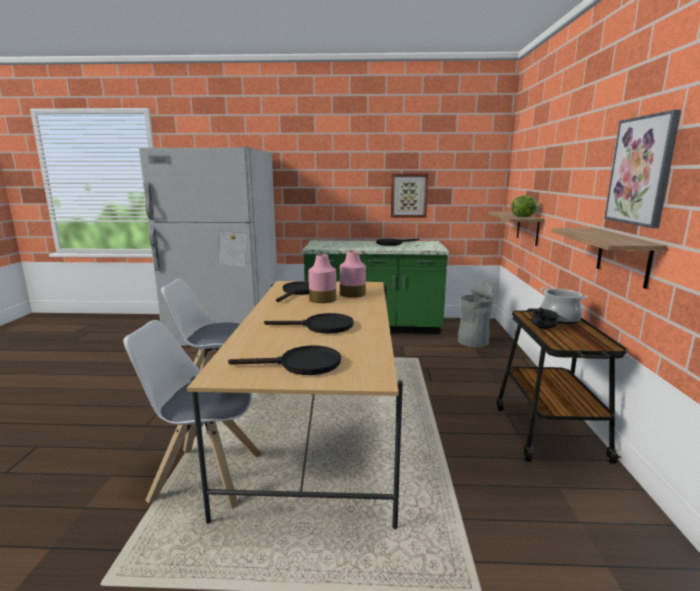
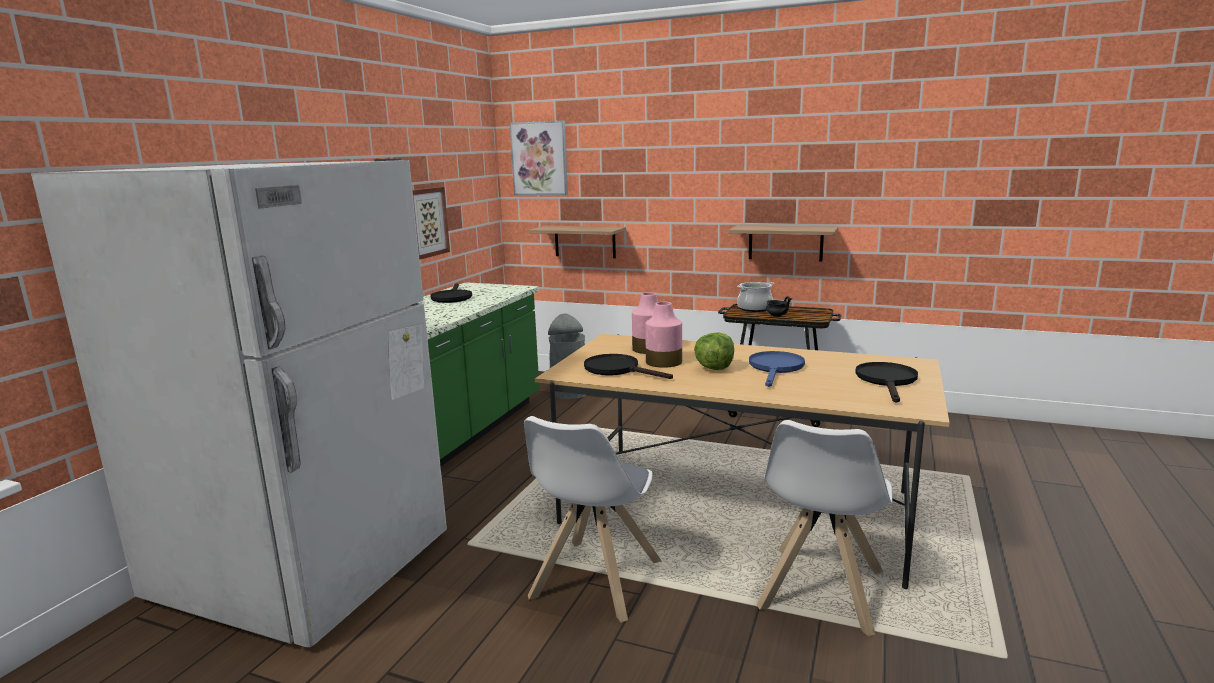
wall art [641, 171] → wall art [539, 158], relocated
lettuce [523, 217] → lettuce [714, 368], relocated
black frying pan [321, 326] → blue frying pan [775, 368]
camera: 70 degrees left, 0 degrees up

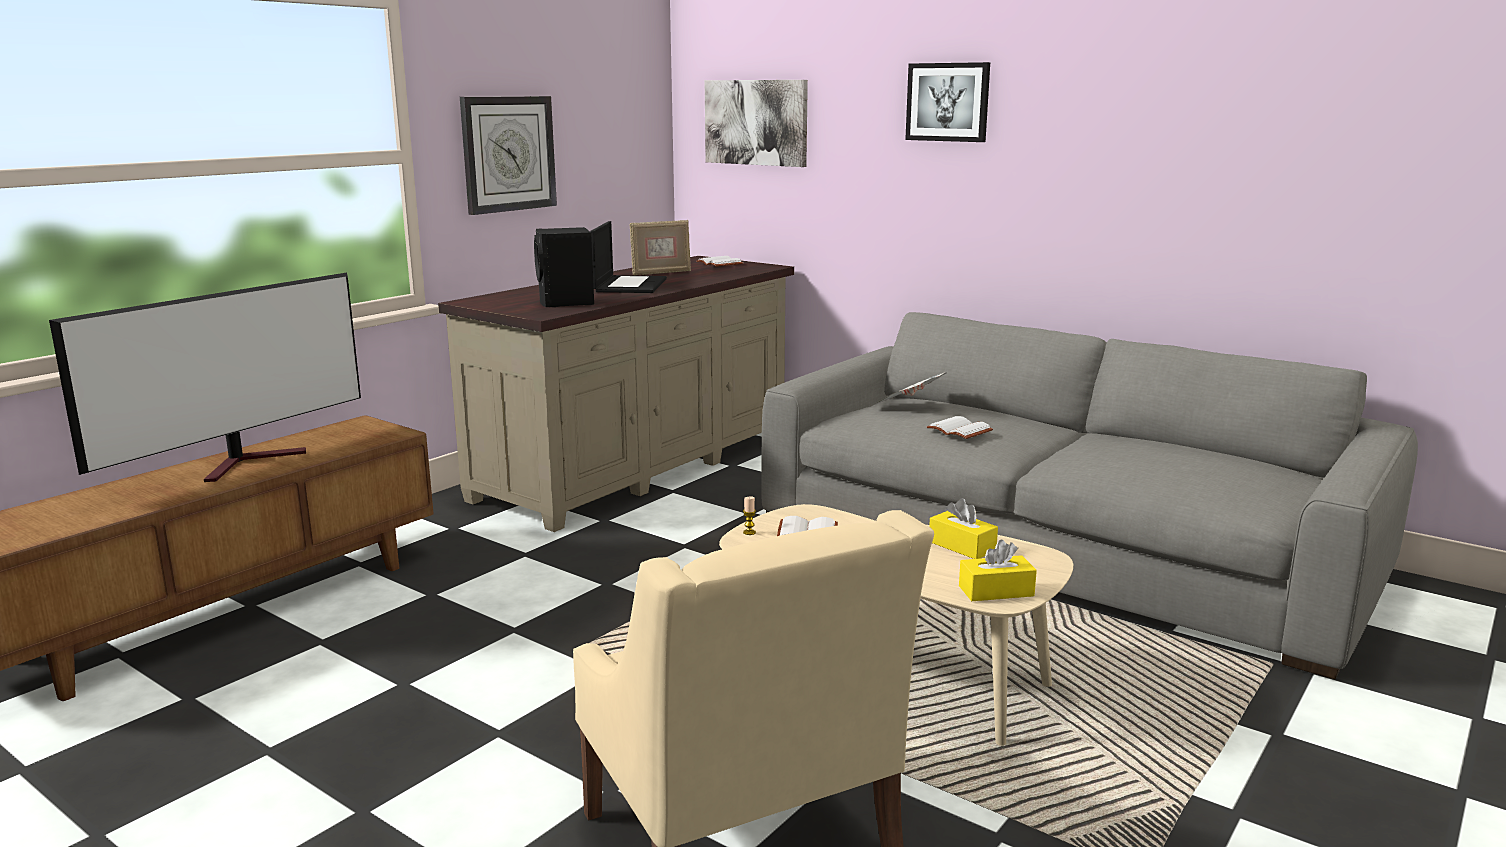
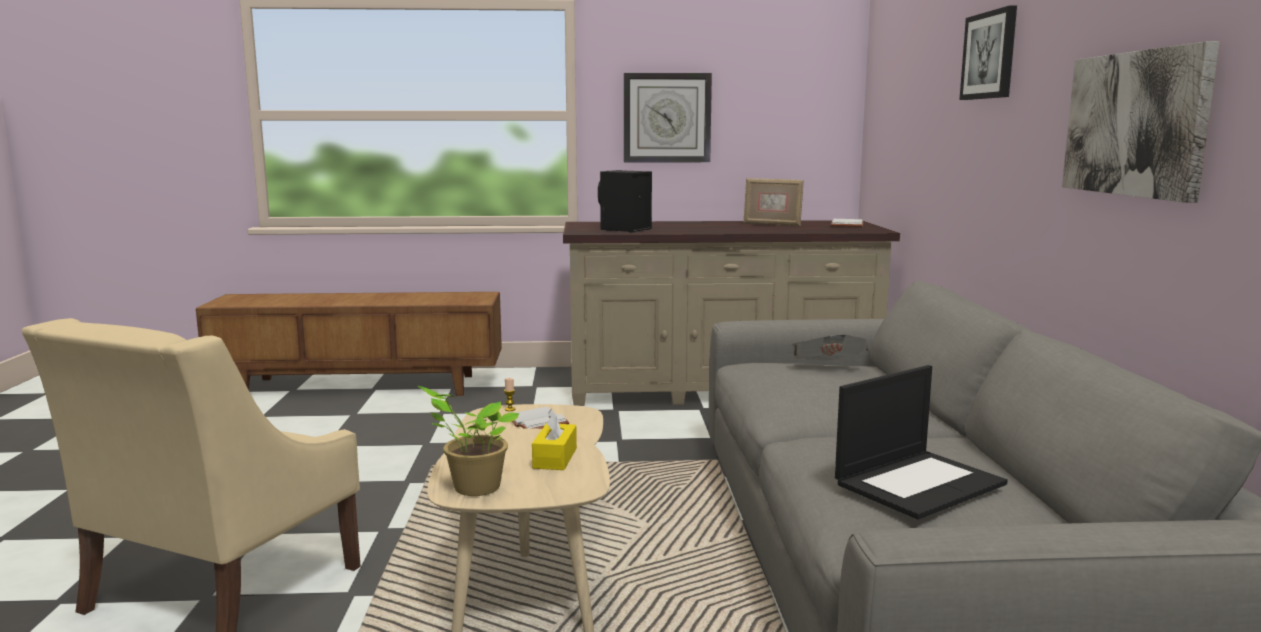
wall art [756, 122] → wall art [1136, 123], relocated
laptop [629, 285] → laptop [919, 483], relocated
TV set [249, 462] → -
white bound book [957, 430] → -
yellow-coloured box of tissues [996, 591] → houseplant [473, 488]
camera: 50 degrees right, 5 degrees down

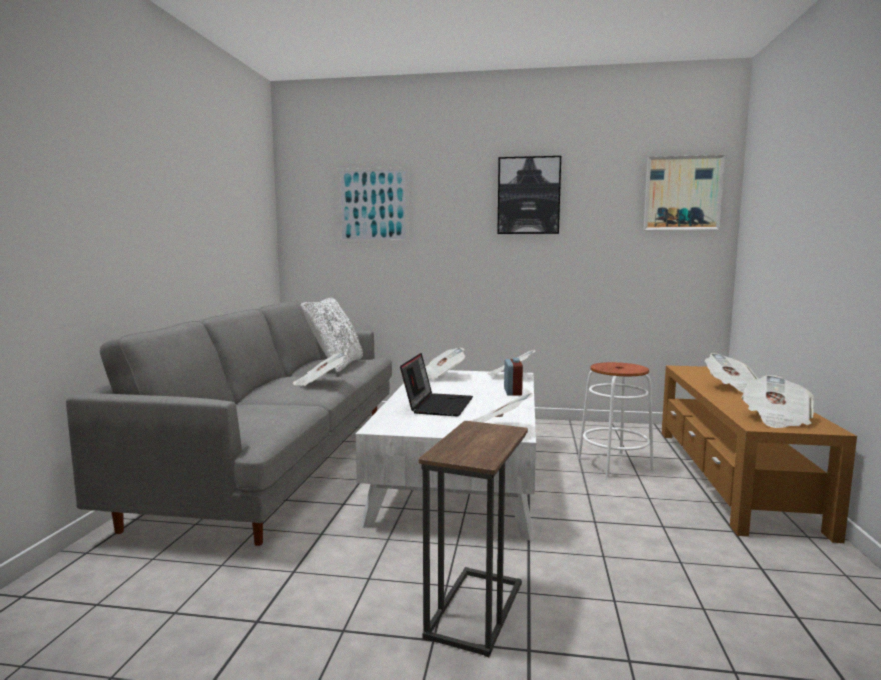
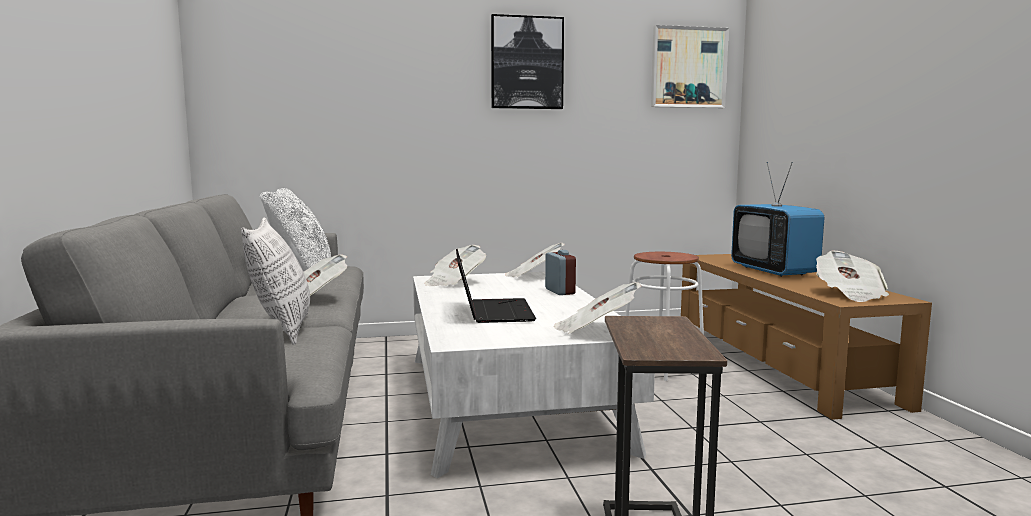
wall art [373, 205] → -
daily paper [732, 388] → TV set [773, 271]
- → throw pillow [283, 330]
camera: 20 degrees left, 0 degrees up

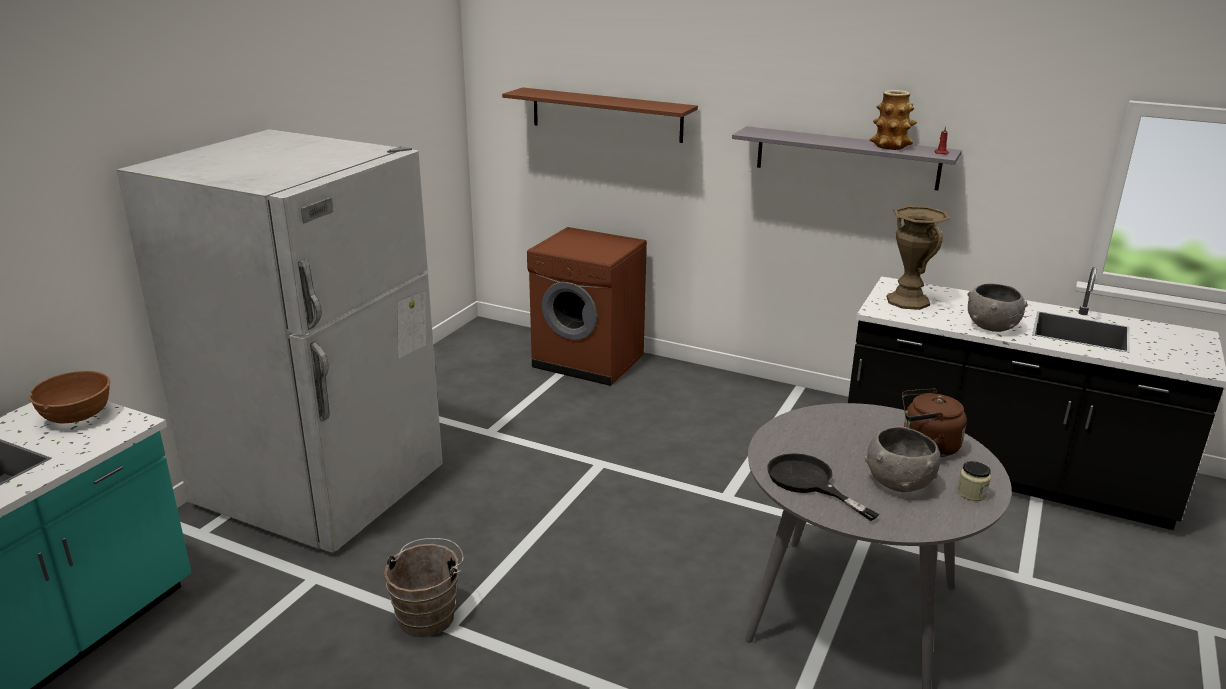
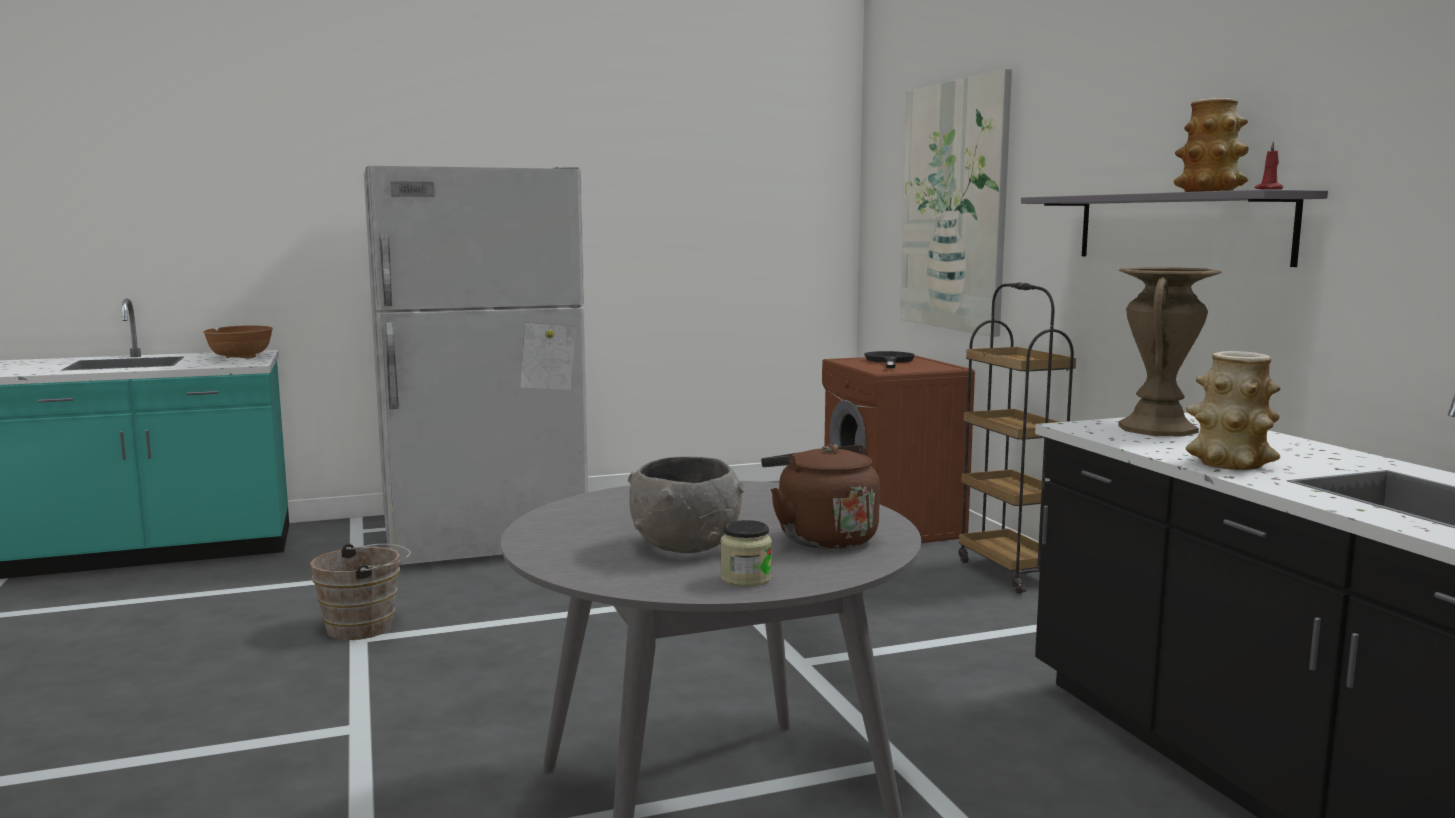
brown shelf [606, 114] → wall art [953, 206]
grey deep dish [991, 327] → decorative vase [1229, 463]
black frying pan [808, 482] → black frying pan [889, 361], relocated
- → brown trolley [1010, 574]
camera: 45 degrees right, 15 degrees down

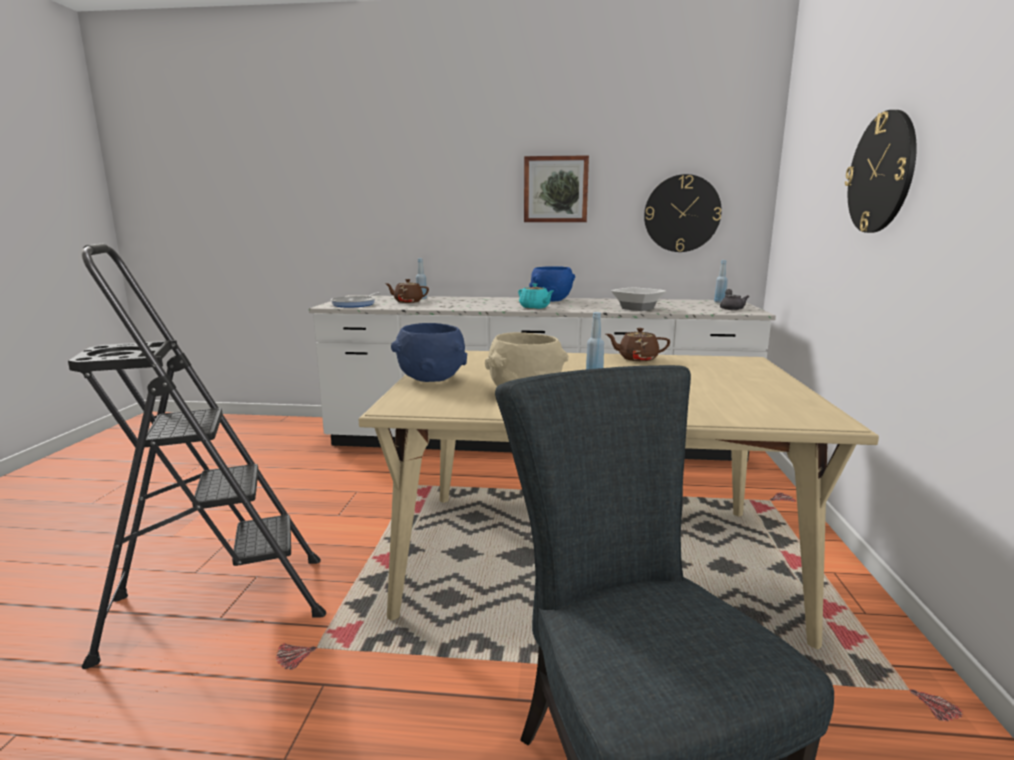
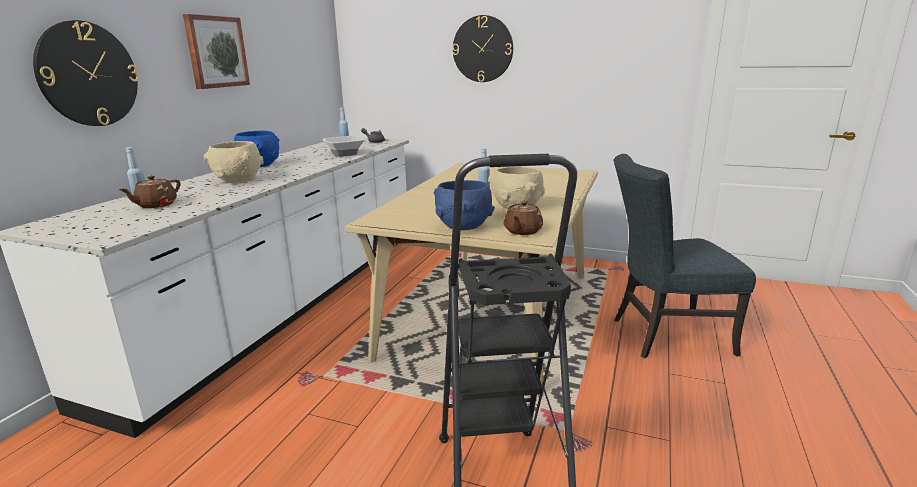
clock on the wall [682, 213] → clock on the wall [88, 74], relocated
turquoise-coloured tea pot [535, 307] → -
frying pan [355, 304] → -
brown tea pot [637, 358] → brown tea pot [522, 231], relocated
- → sand-coloured deep dish [238, 180]
camera: 75 degrees left, 5 degrees up

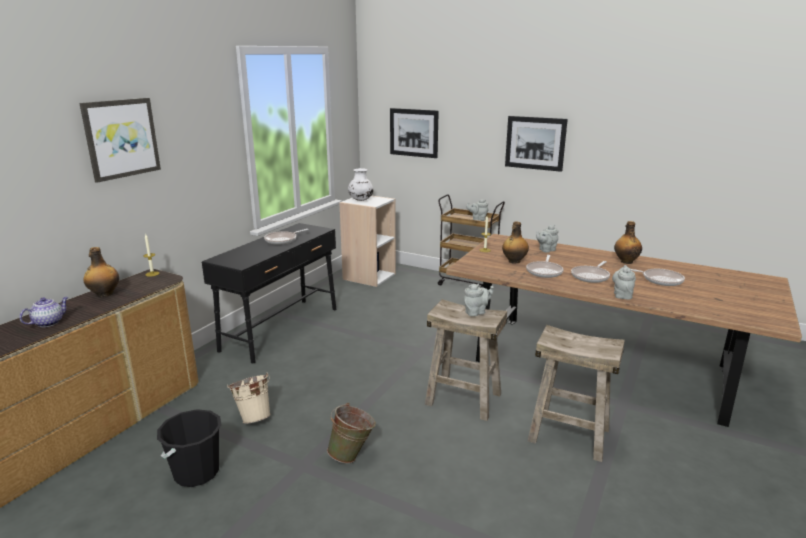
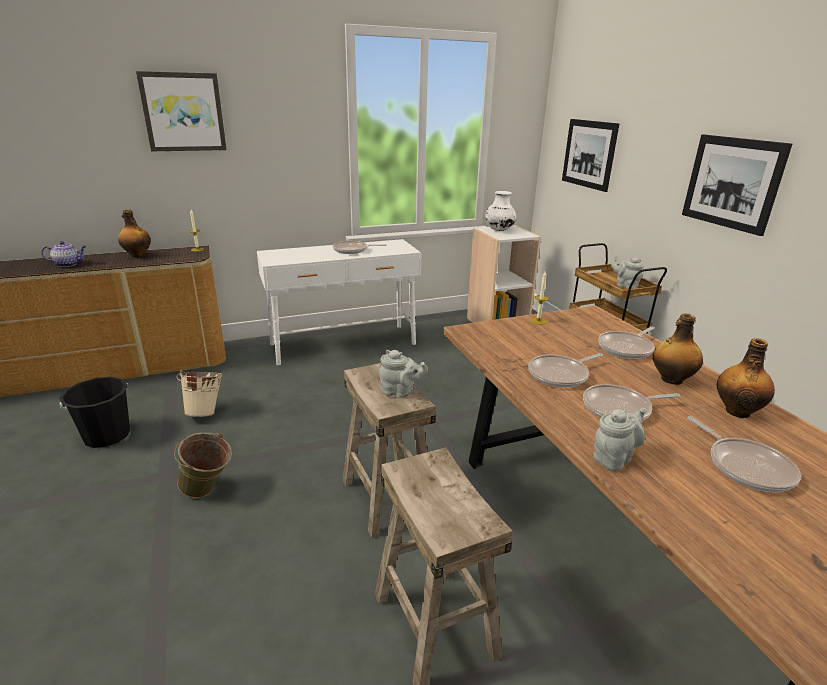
bottle [514, 261] → bottle [670, 379], relocated
black narrow table [282, 329] → white narrow table [344, 345]
grey tea pot [546, 250] → frying pan [626, 348]
camera: 40 degrees right, 5 degrees up

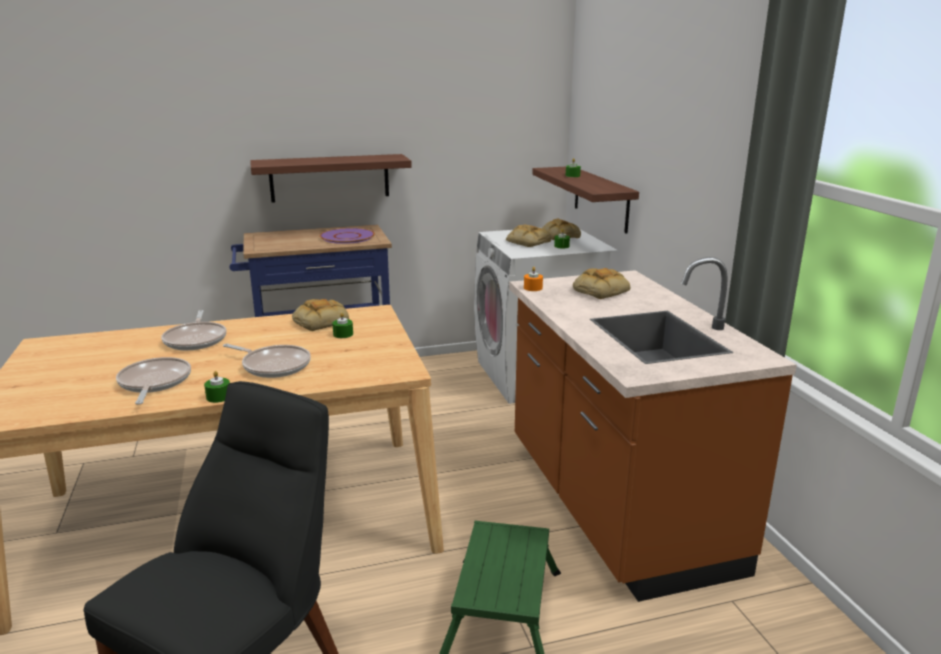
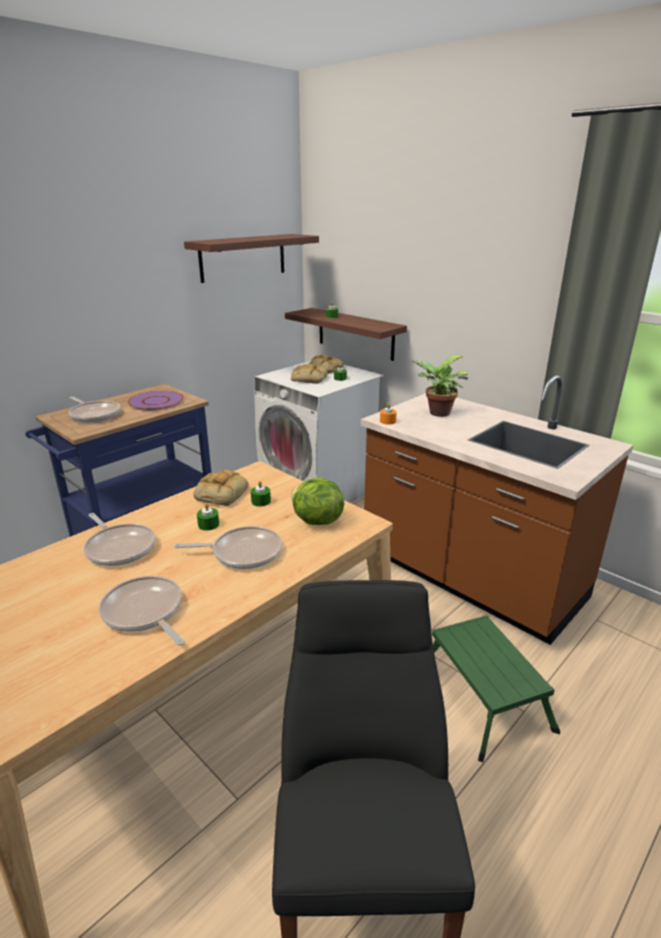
shelf [329, 178] → shelf [243, 257], relocated
bread [600, 290] → houseplant [437, 413]
green-coloured candle [219, 397] → green-coloured candle [208, 524], relocated
- → frying pan [94, 414]
- → lettuce [316, 521]
camera: 30 degrees left, 5 degrees up

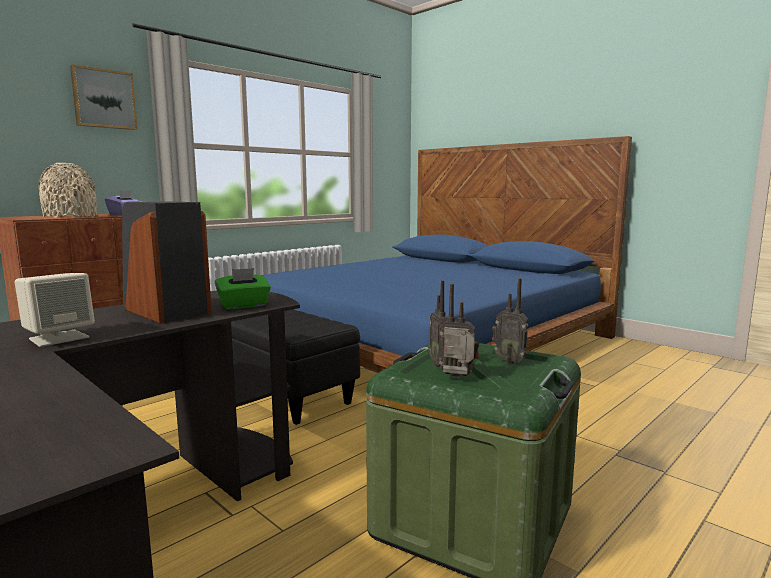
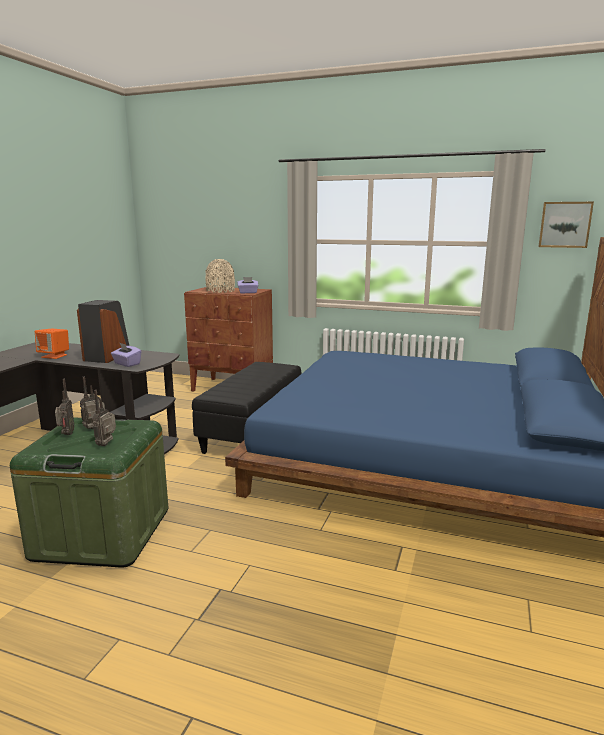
wall art [104, 99] → wall art [564, 224], relocated
green-coloured box of tissues [244, 305] → purple box of tissues [127, 364]
sand-coloured speaker [59, 338] → orange-coloured speaker [54, 356]
camera: 65 degrees right, 5 degrees up

